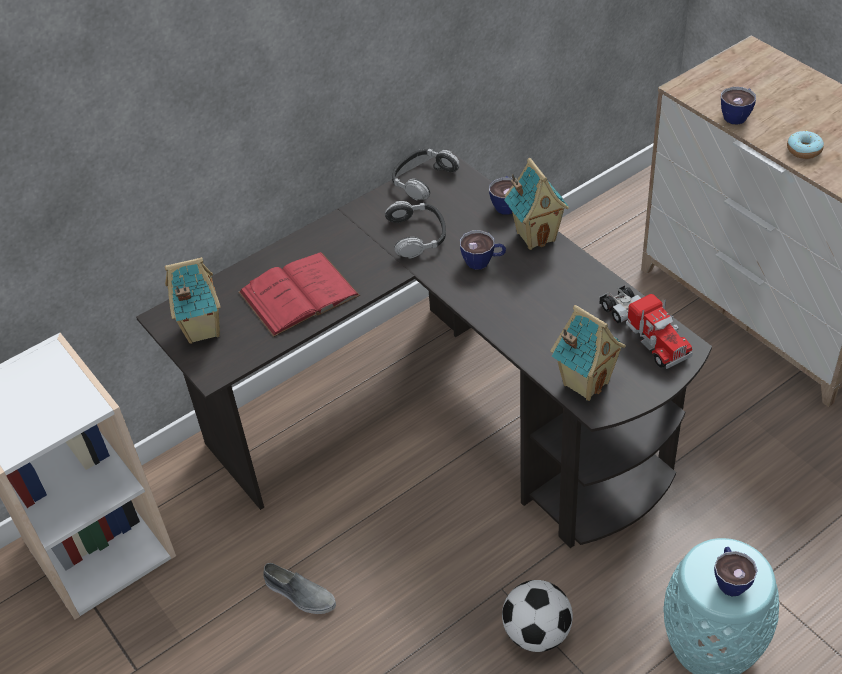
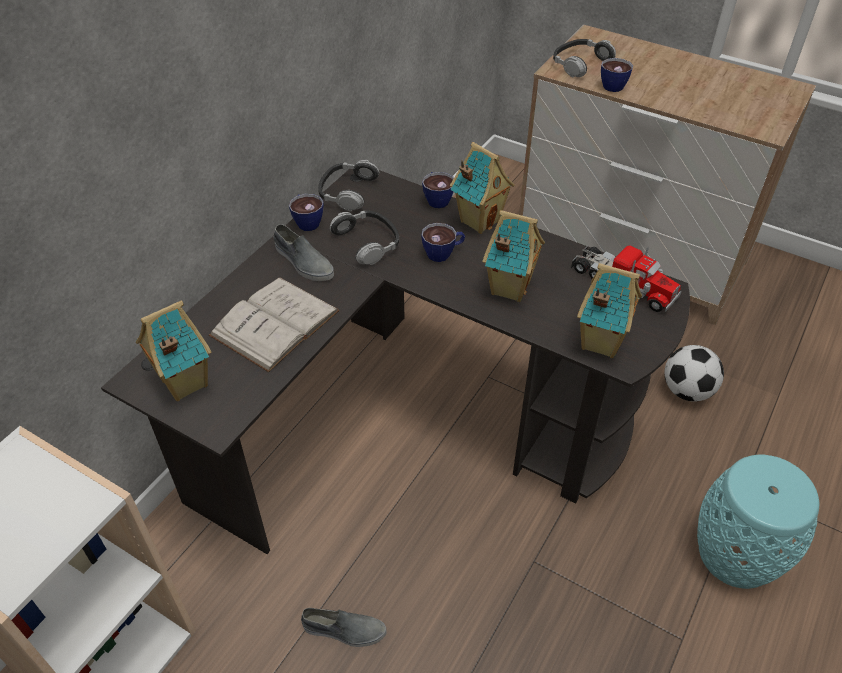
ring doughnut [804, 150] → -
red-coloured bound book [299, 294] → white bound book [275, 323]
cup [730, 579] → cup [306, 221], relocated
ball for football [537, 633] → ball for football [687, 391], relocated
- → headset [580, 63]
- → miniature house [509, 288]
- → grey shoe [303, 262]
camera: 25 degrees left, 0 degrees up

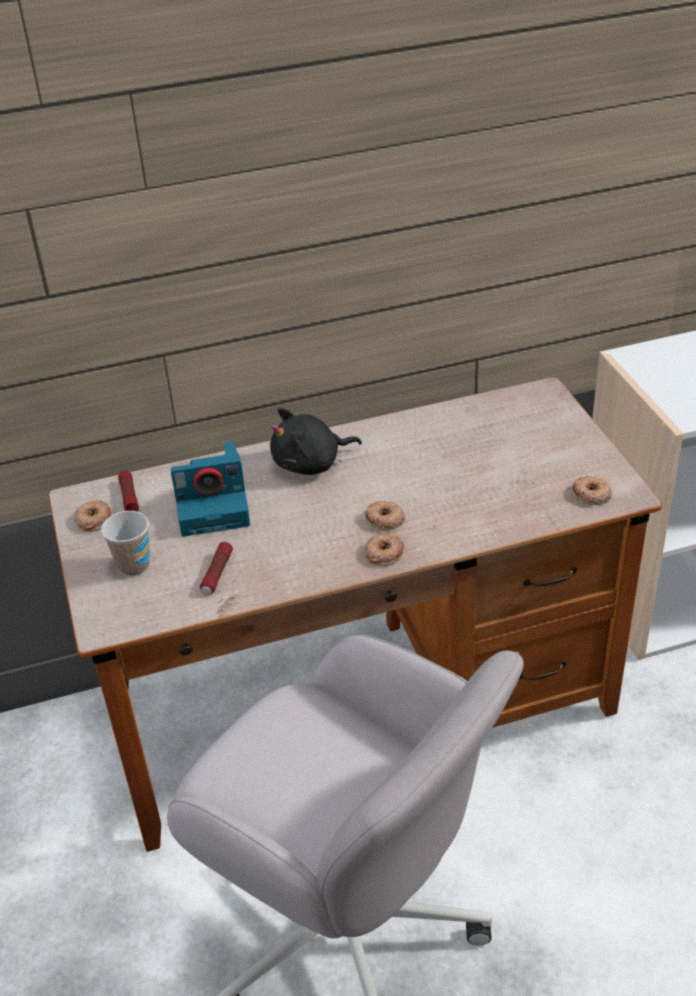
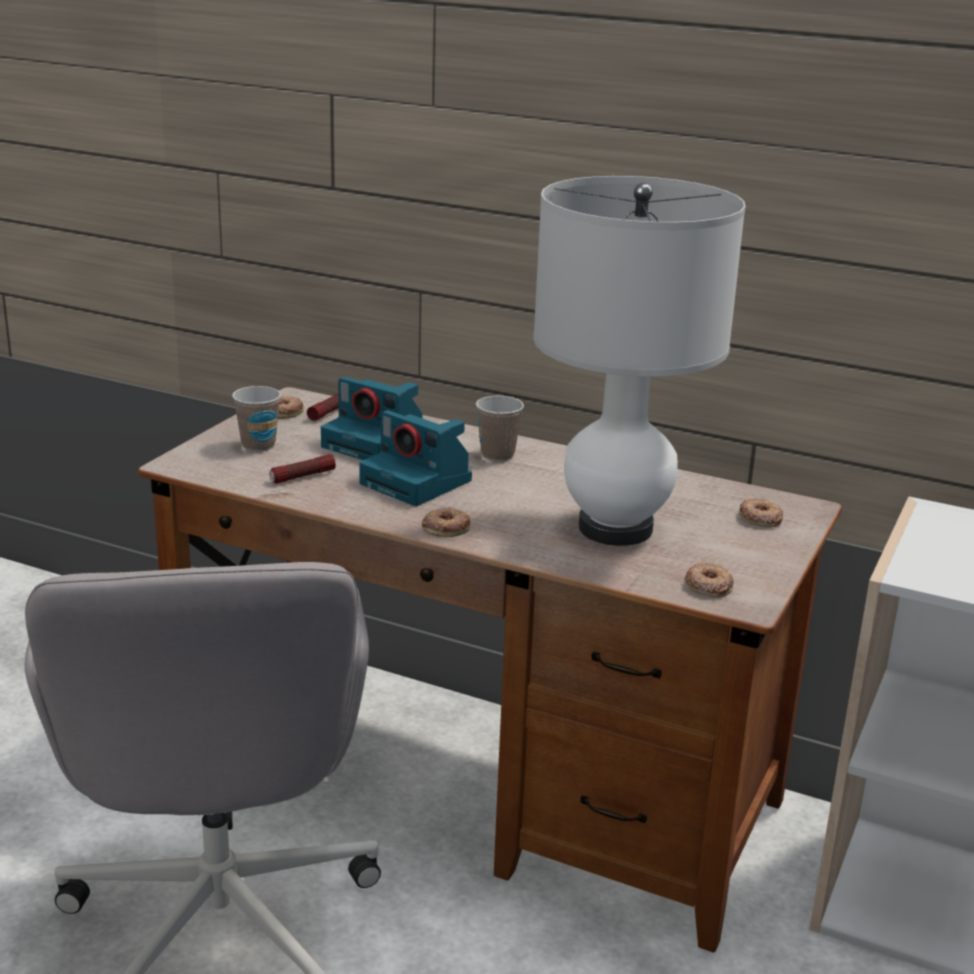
black plush toy [311, 464] → cup [497, 455]
ring doughnut [384, 519] → ring doughnut [760, 518], relocated
- → white lamp for a table [614, 528]
- → still camera [418, 482]
camera: 40 degrees right, 15 degrees down

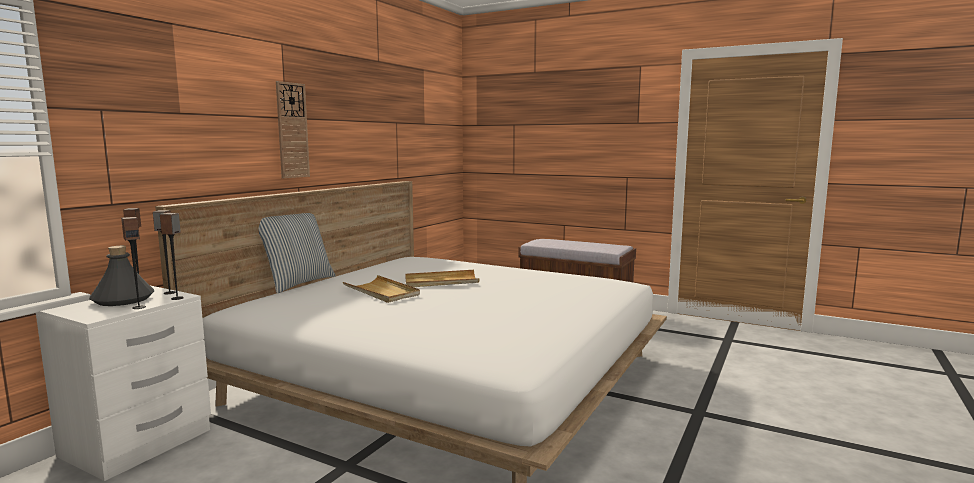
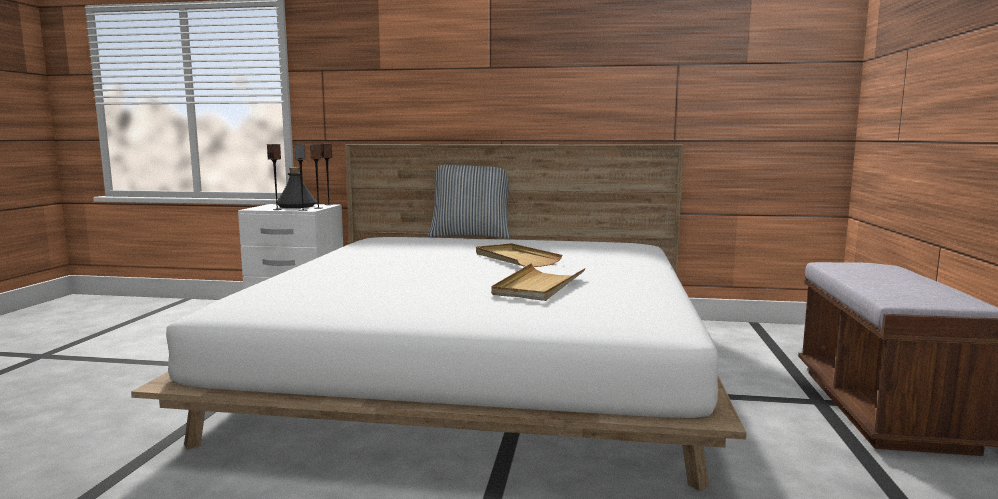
clock on the wall [292, 130] → -
sand-coloured tray [382, 292] → sand-coloured tray [538, 286], relocated
camera: 70 degrees right, 0 degrees up

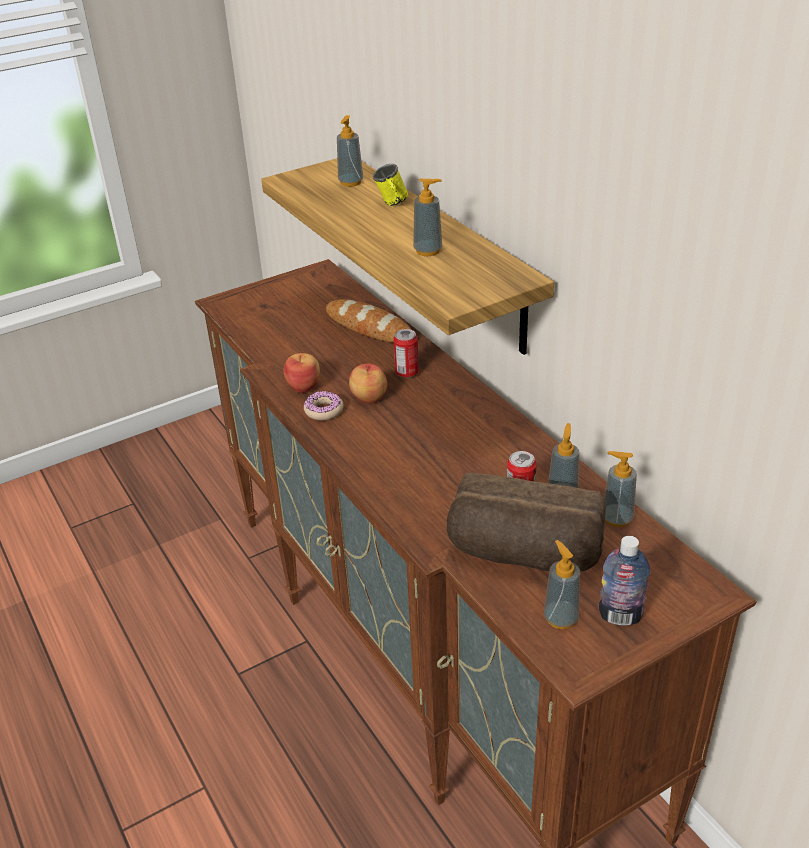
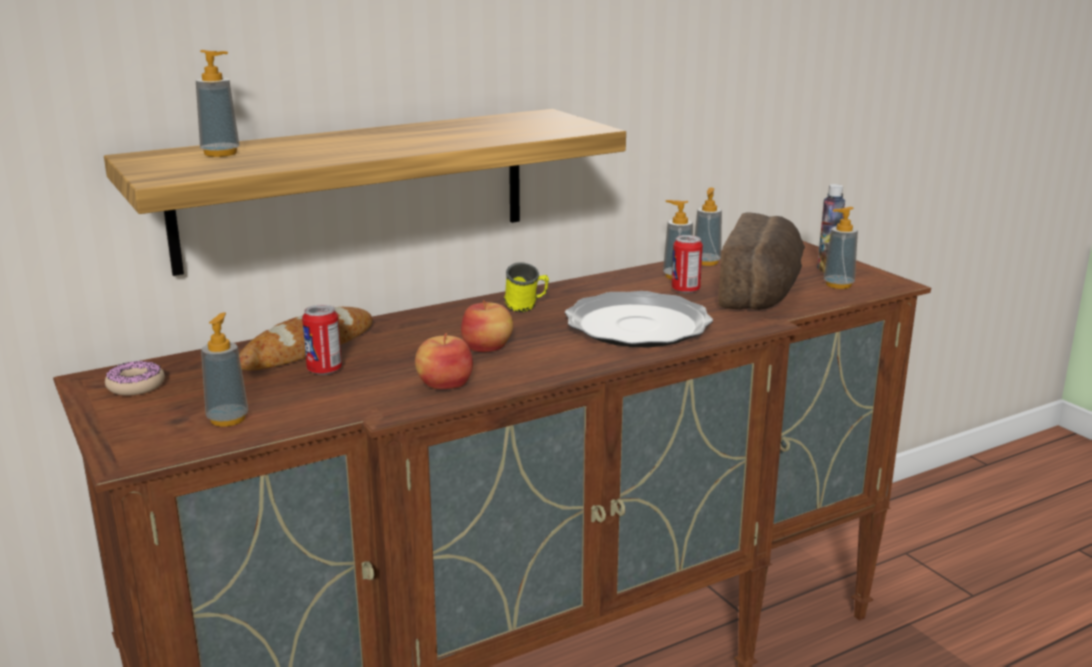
yellow-coloured tea mug [392, 204] → yellow-coloured tea mug [527, 309], relocated
soap bottle [428, 251] → soap bottle [228, 419], relocated
can [407, 372] → can [324, 370], relocated
ring doughnut [324, 410] → ring doughnut [136, 386], relocated
- → plate [637, 325]
camera: 90 degrees left, 15 degrees down

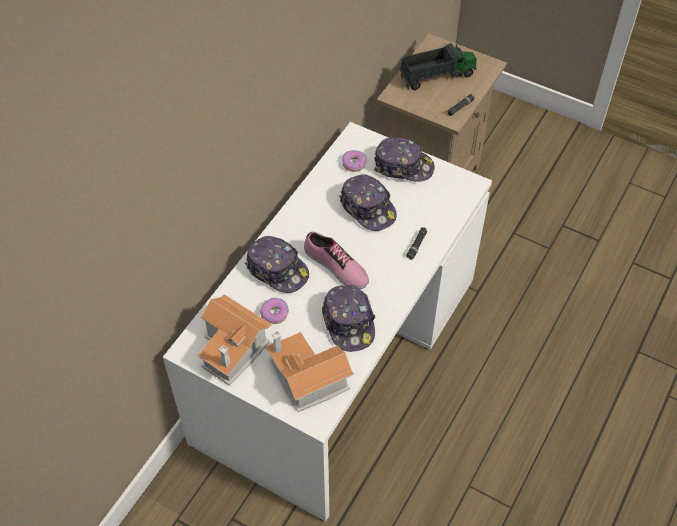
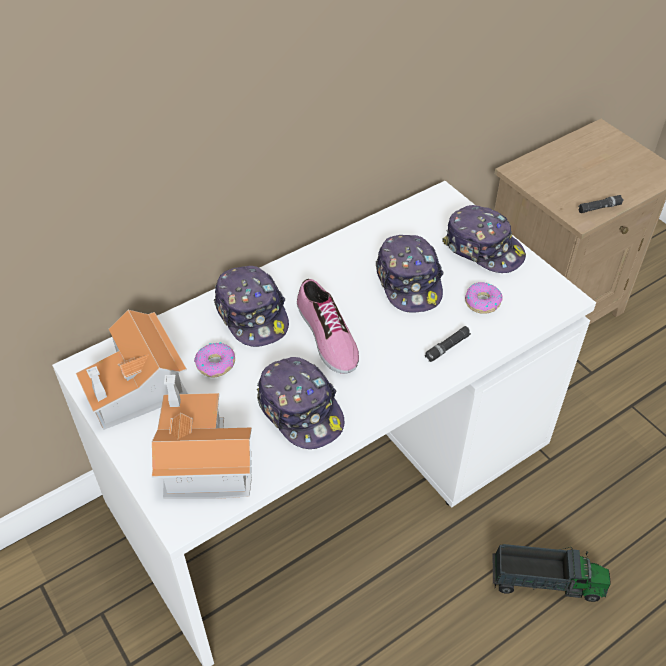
toy lorry [437, 76] → toy lorry [546, 581], relocated
ring doughnut [354, 163] → ring doughnut [482, 302], relocated
peaked cap [349, 323] → peaked cap [301, 410], 45 degrees counterclockwise
camera: 25 degrees right, 5 degrees down

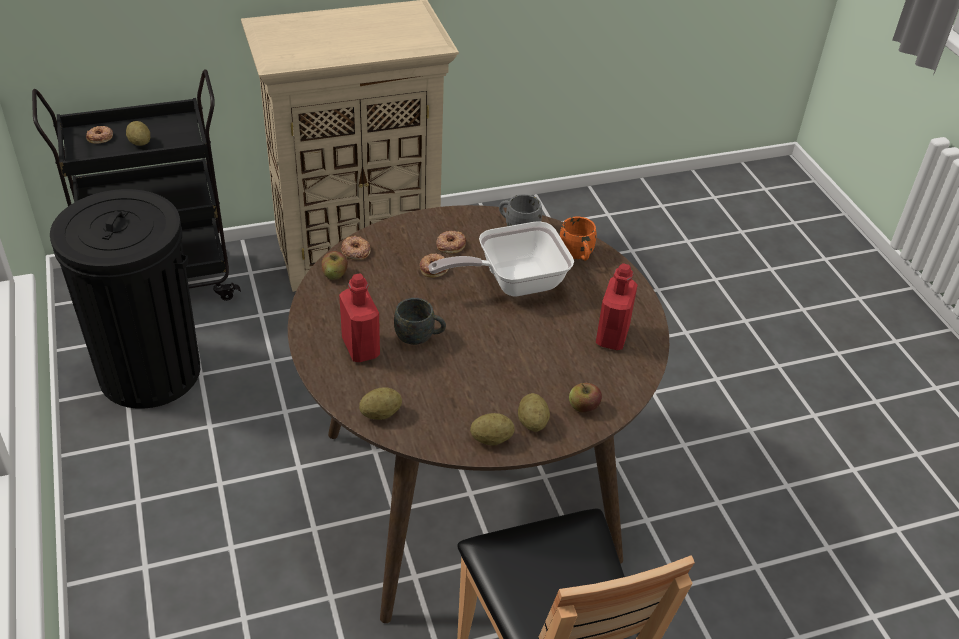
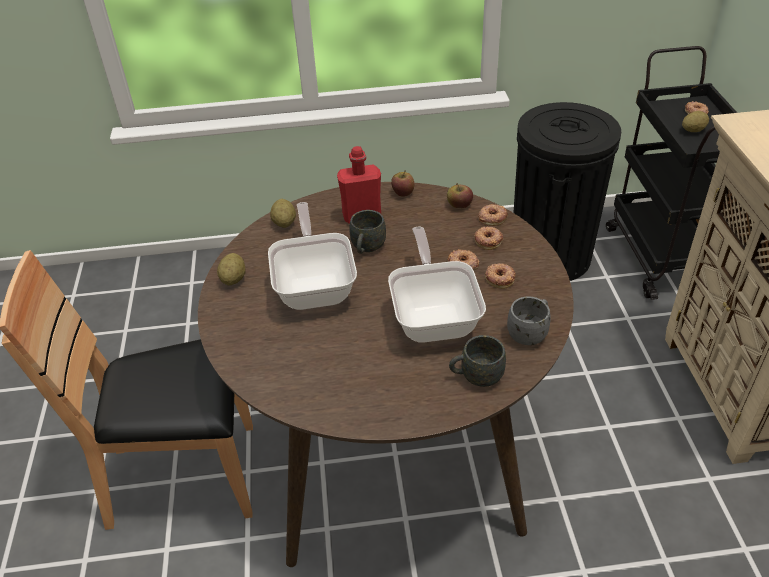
orange-coloured tea mug [577, 255] → grey tea mug [476, 376]
red-coloured bottle [612, 336] → -
apple [583, 407] → apple [403, 192], relocated
spud [532, 422] → -
- → frying pan [315, 286]
- → ring doughnut [488, 240]
camera: 105 degrees right, 0 degrees up

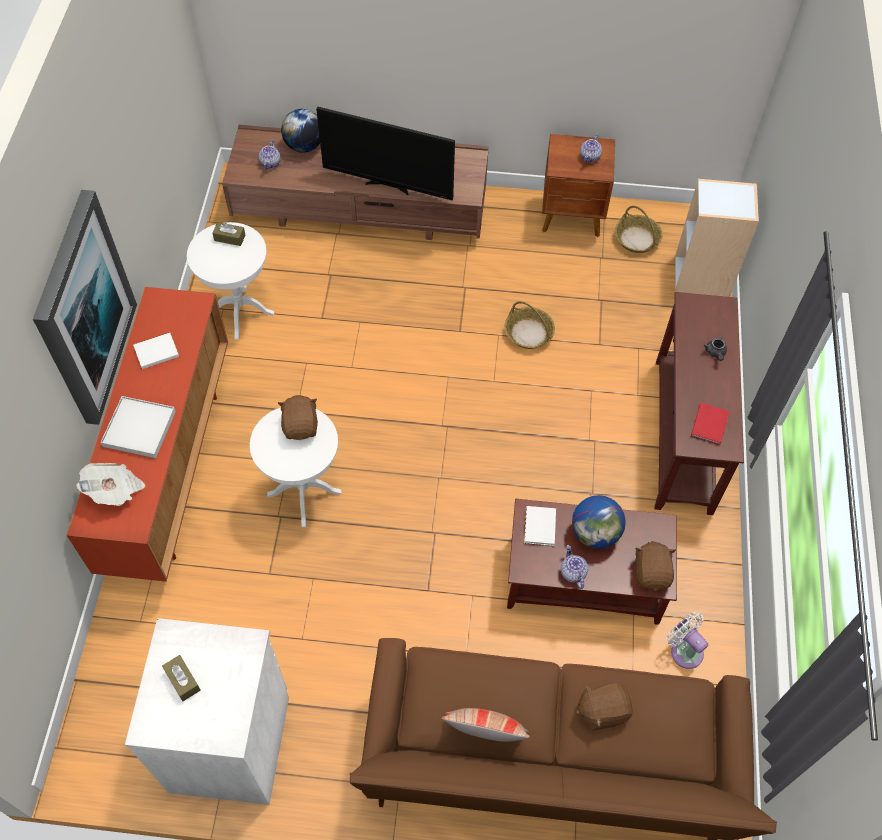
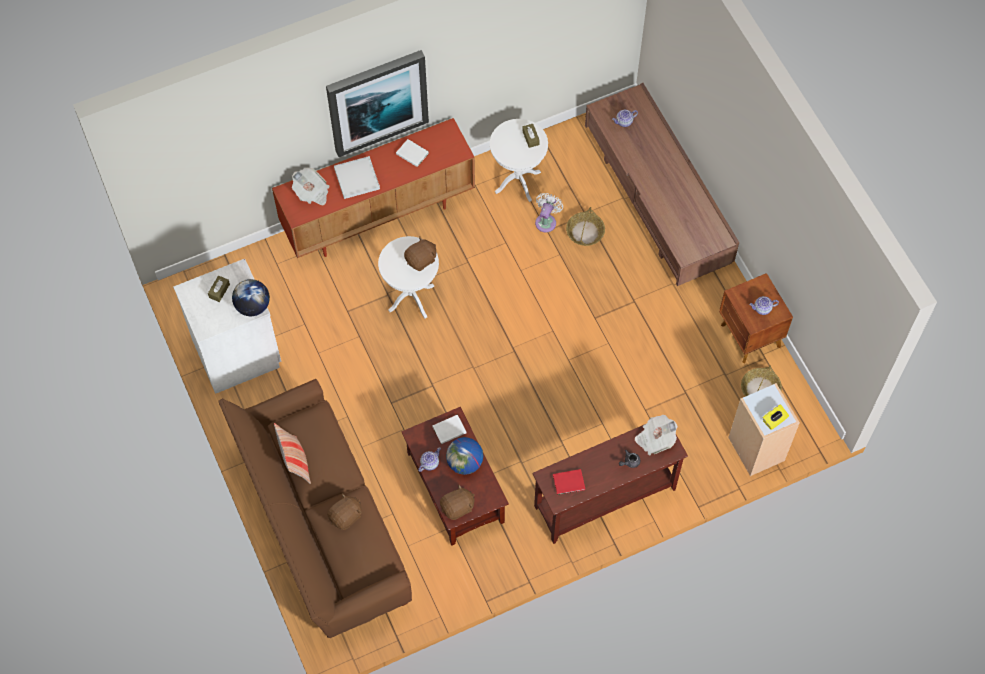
TV set [388, 186] → -
desk globe [304, 146] → desk globe [253, 306], relocated
household basket [529, 333] → household basket [585, 232], relocated
white cooling fan [684, 650] → white cooling fan [546, 221], relocated
brown plush toy [602, 710] → brown plush toy [346, 516], 90 degrees clockwise
- → yellow-coloured box of tissues [774, 421]
- → daily paper [655, 439]
camera: 60 degrees right, 5 degrees up

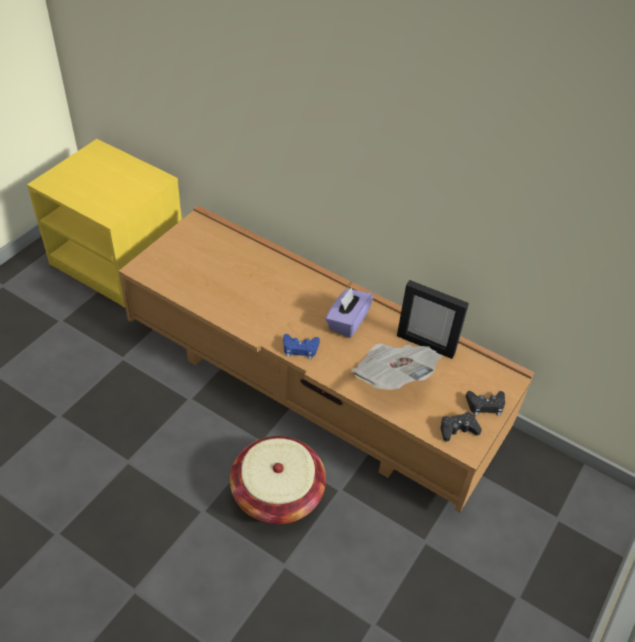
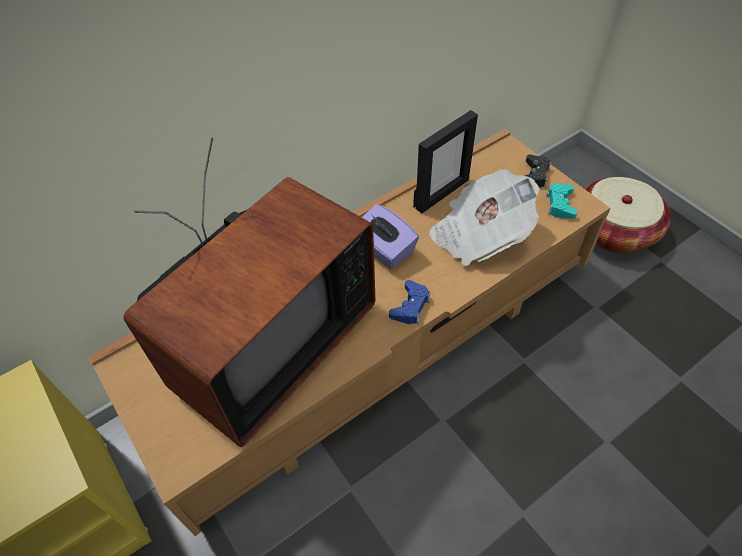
black gamepad [458, 429] → turquoise-coloured gamepad [560, 204]
household basket [277, 493] → household basket [614, 231], relocated
- → TV set [265, 344]
camera: 65 degrees left, 5 degrees up

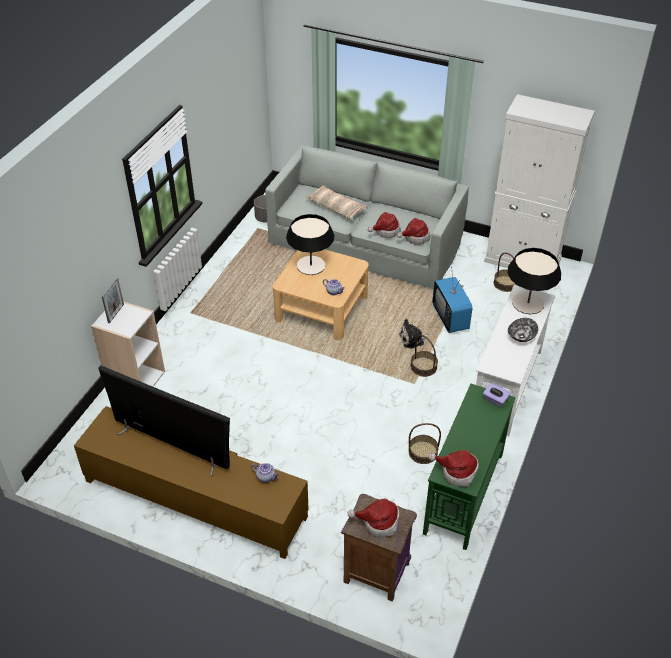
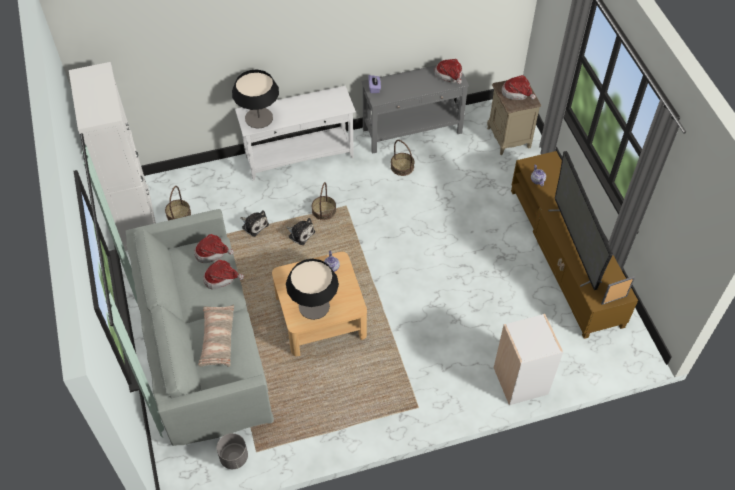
TV set [450, 318] → plush toy [254, 225]
picture frame [116, 313] → picture frame [614, 300], relocated
deep dish [521, 336] → -
green-coloured narrow table [463, 493] → grey narrow table [413, 131]
purple bedside table [376, 571] → sand-coloured bedside table [508, 138]
camera: 130 degrees left, 10 degrees up

